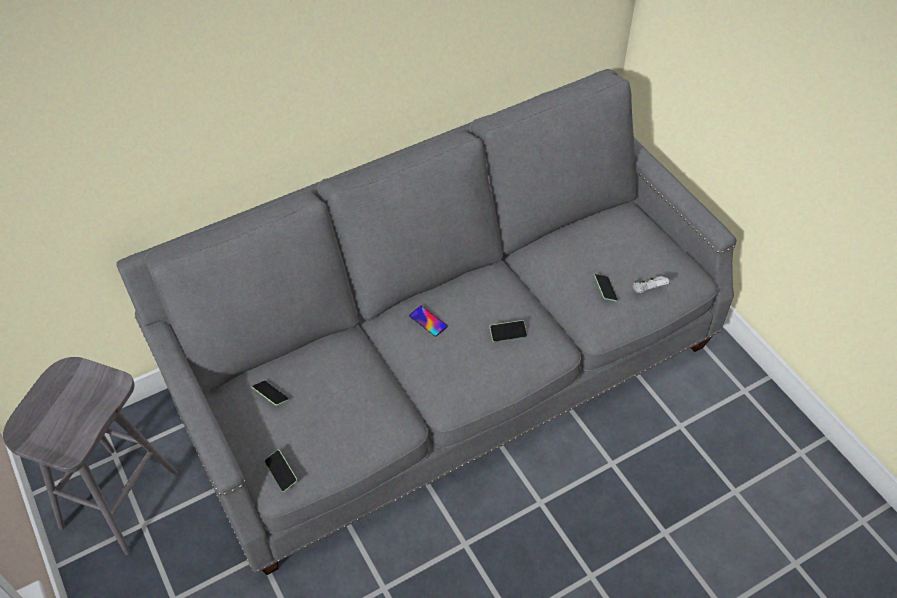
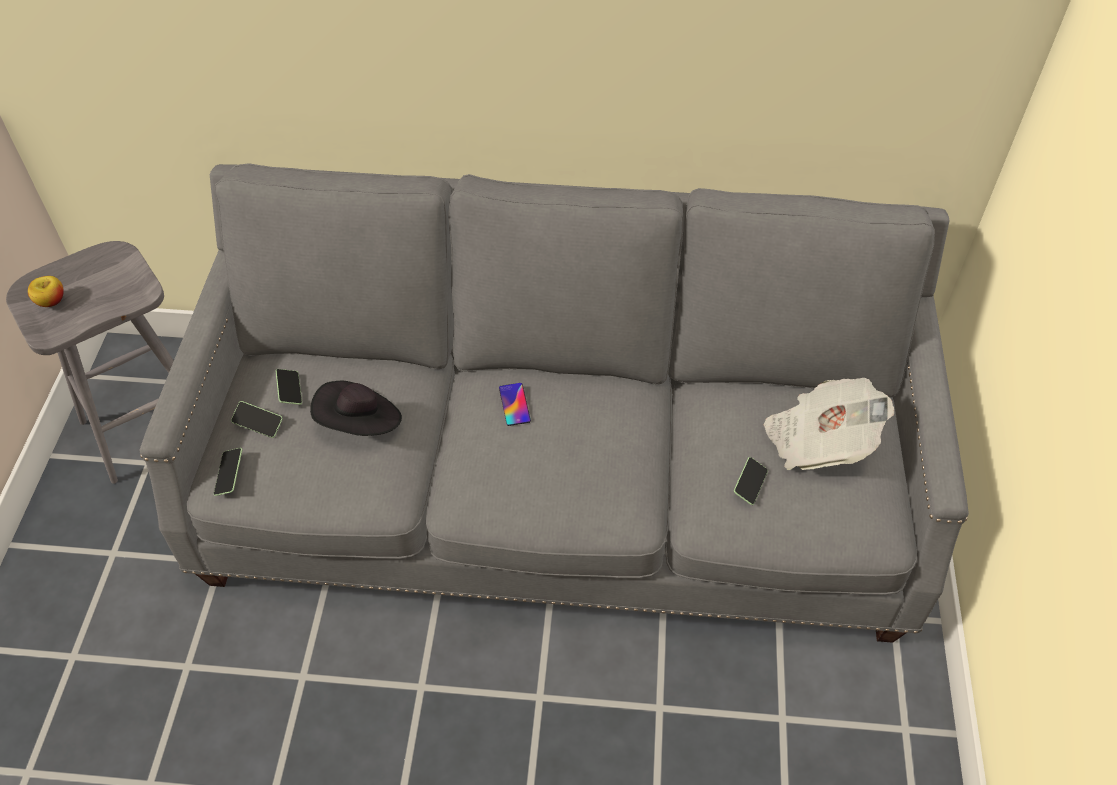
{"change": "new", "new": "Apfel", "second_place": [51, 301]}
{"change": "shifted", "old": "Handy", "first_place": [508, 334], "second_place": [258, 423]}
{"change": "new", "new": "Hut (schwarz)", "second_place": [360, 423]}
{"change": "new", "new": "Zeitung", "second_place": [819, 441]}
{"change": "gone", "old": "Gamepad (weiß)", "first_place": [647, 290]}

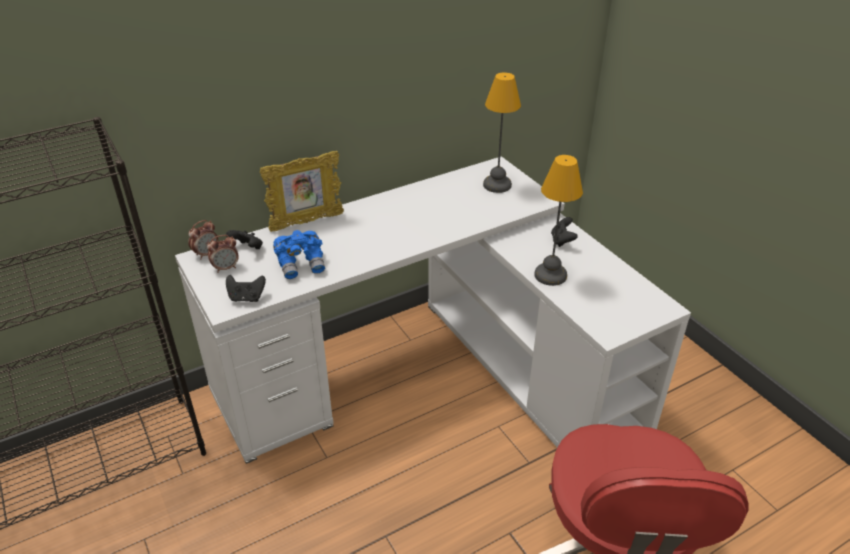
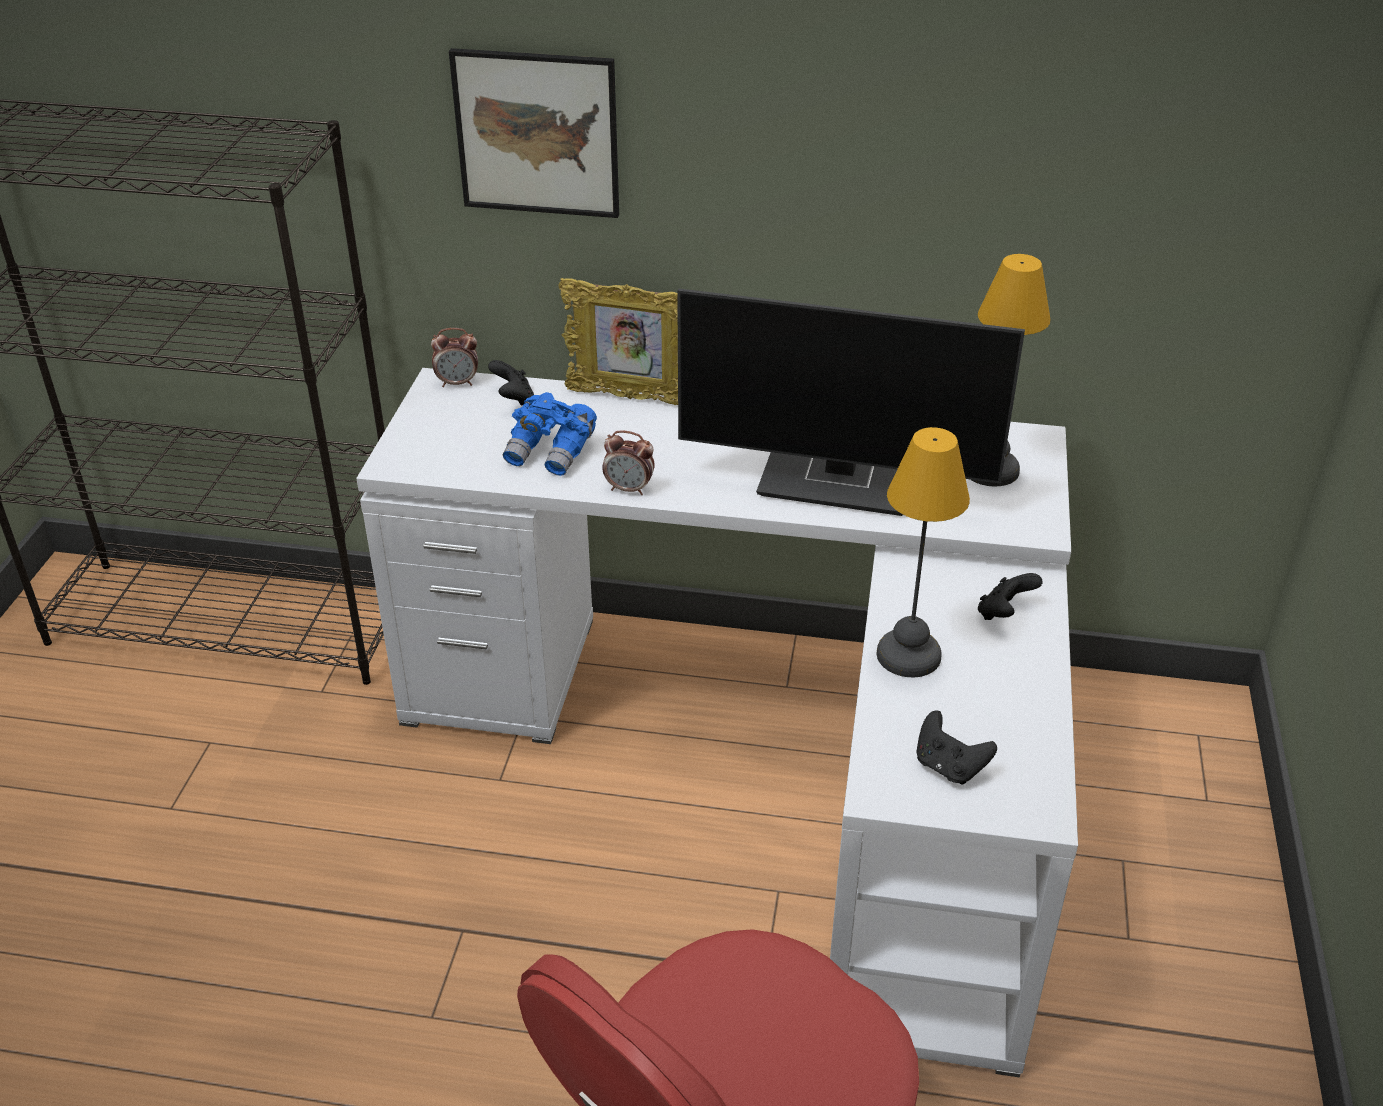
{"change": "new", "new": "Bild", "second_place": [537, 133]}
{"change": "shifted", "old": "Wecker", "first_place": [226, 268], "second_place": [629, 489]}
{"change": "new", "new": "Monitor", "second_place": [842, 481]}
{"change": "shifted", "old": "Gamepad (schwarz)", "first_place": [246, 298], "second_place": [949, 767]}

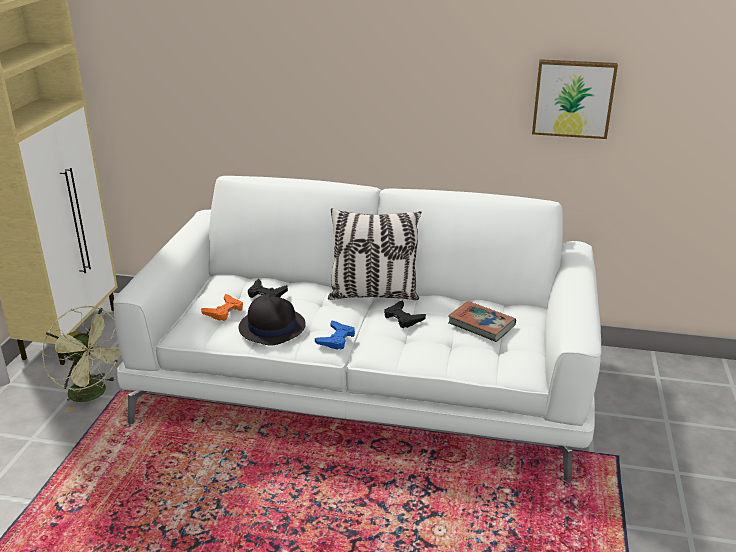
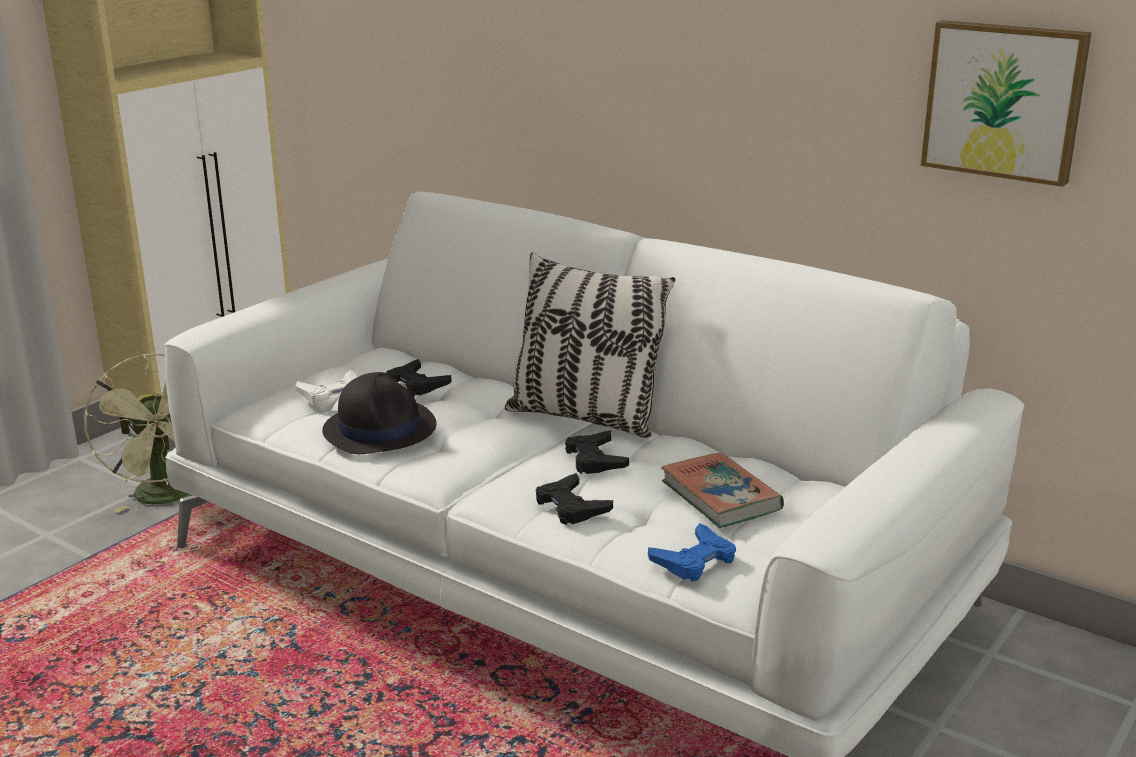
{"change": "repainted", "old": "Gamepad (orange)", "new": "Gamepad (weiß)", "first_place": [224, 311], "second_place": [333, 395]}
{"change": "new", "new": "Gamepad (schwarz)", "second_place": [571, 506]}
{"change": "shifted", "old": "Gamepad (blau)", "first_place": [336, 339], "second_place": [694, 560]}

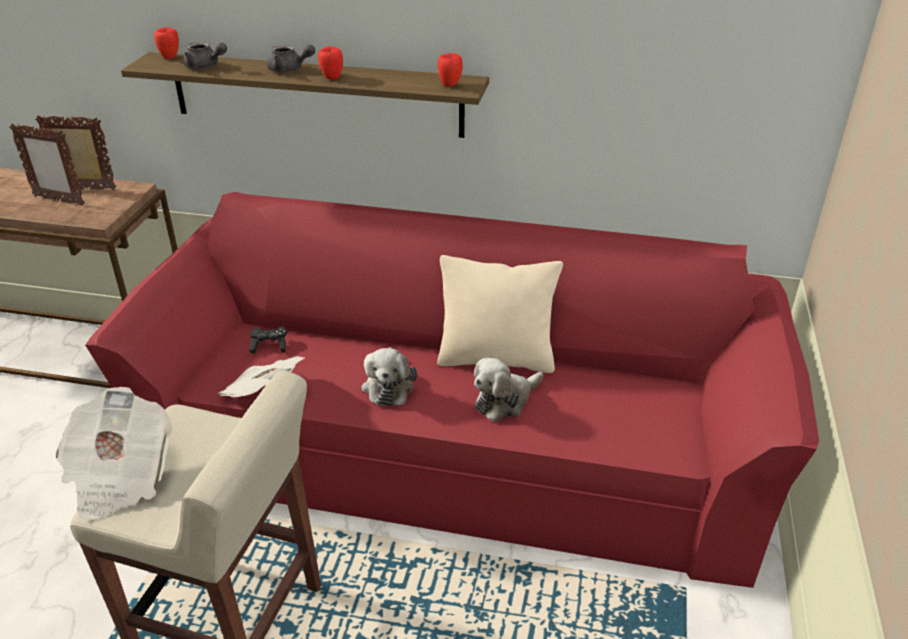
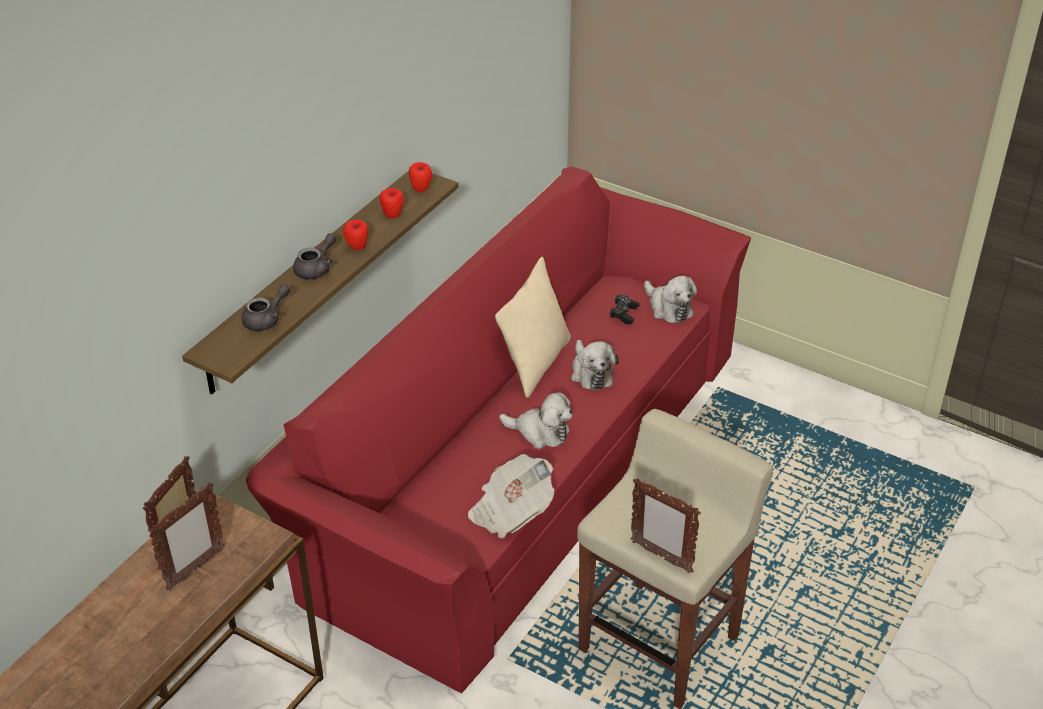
{"change": "shifted", "old": "Apfel", "first_place": [170, 57], "second_place": [392, 215]}
{"change": "shifted", "old": "Gamepad (schwarz)", "first_place": [269, 346], "second_place": [624, 314]}
{"change": "swapped", "old": "Zeitung", "new": "Bilderrahmen", "first_place": [119, 476], "second_place": [661, 556]}
{"change": "new", "new": "Plüschtier", "second_place": [668, 308]}

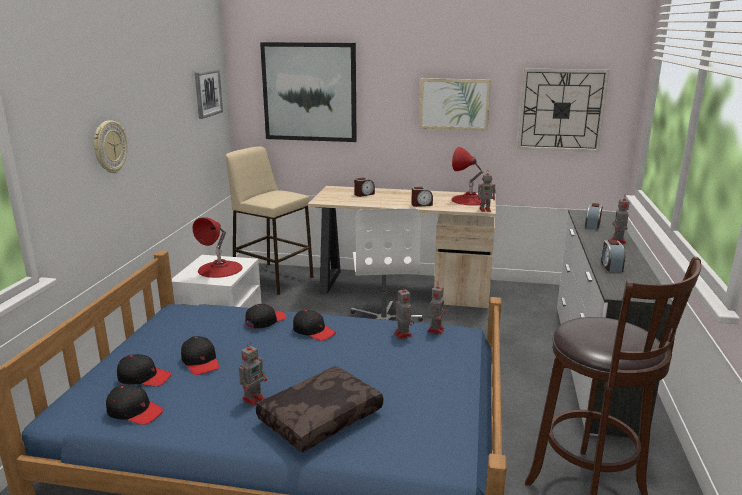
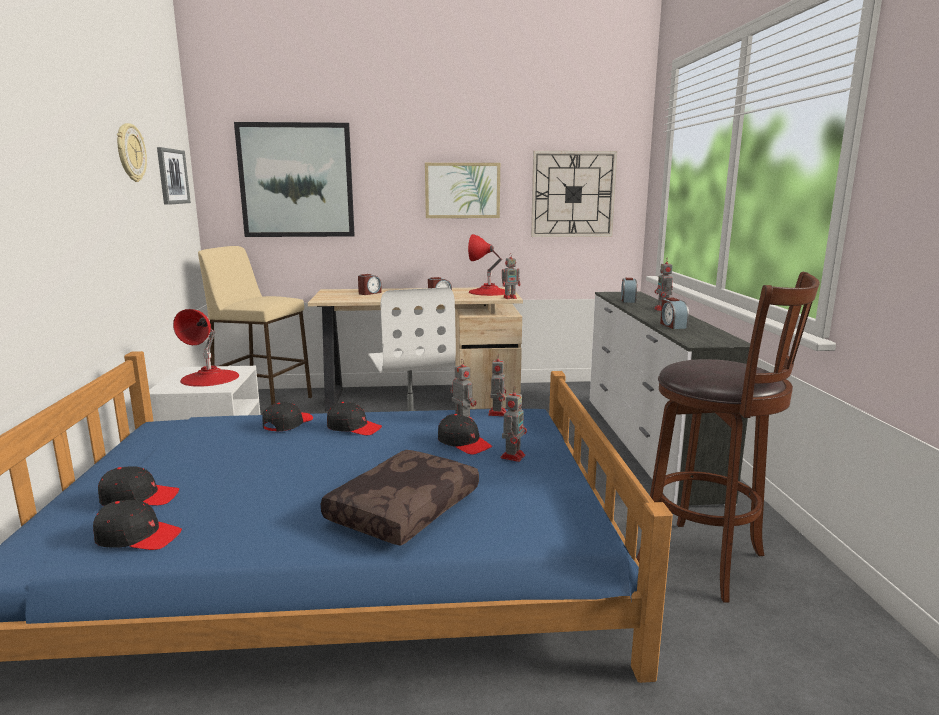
{"change": "shifted", "old": "Wanduhr", "first_place": [109, 147], "second_place": [130, 153]}
{"change": "shifted", "old": "Kappe (schwarz)", "first_place": [201, 362], "second_place": [464, 443]}
{"change": "shifted", "old": "Spielzeugroboter", "first_place": [254, 399], "second_place": [513, 456]}

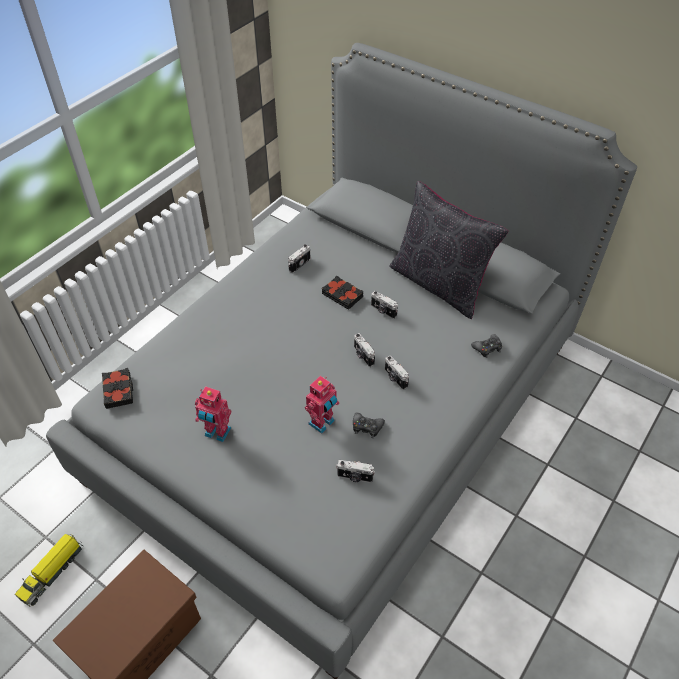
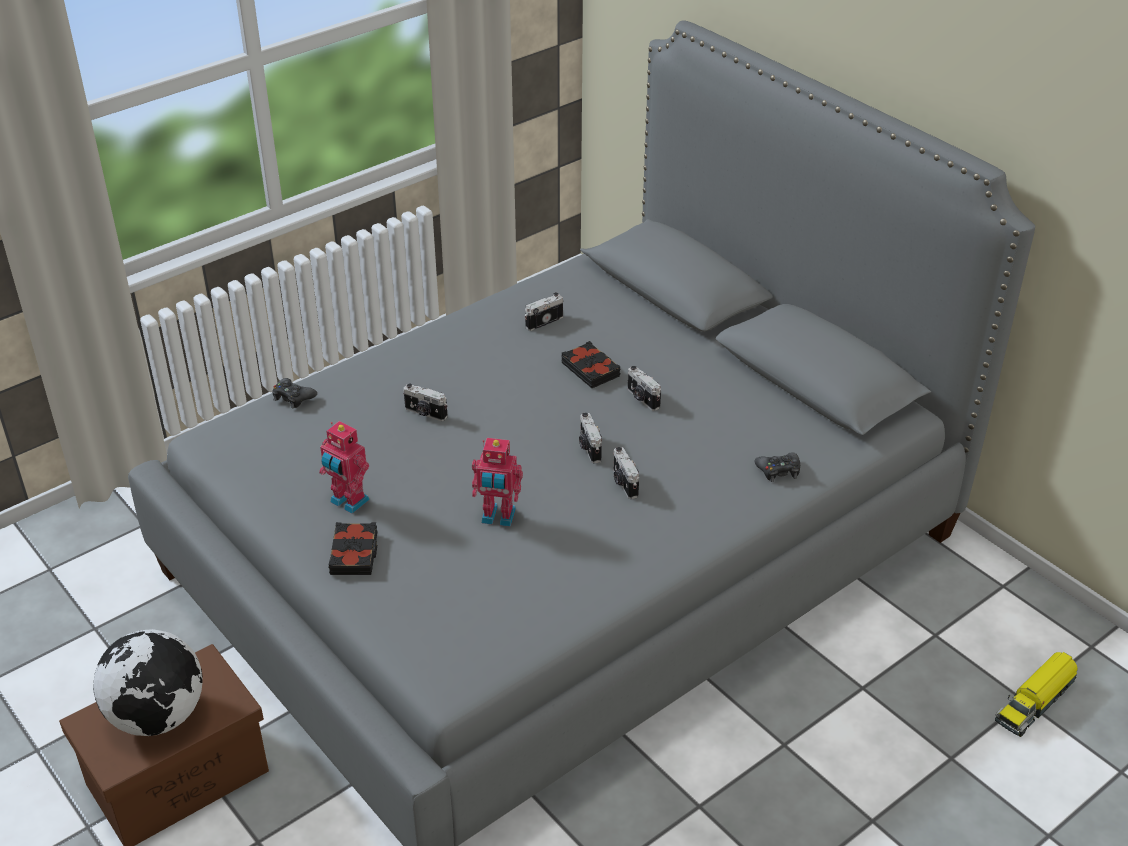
{"change": "new", "new": "Globus", "second_place": [158, 717]}
{"change": "shifted", "old": "Gamepad (schwarz)", "first_place": [367, 427], "second_place": [293, 397]}
{"change": "shifted", "old": "Buch (schwarz)", "first_place": [119, 390], "second_place": [355, 553]}
{"change": "shifted", "old": "Kamera", "first_place": [355, 477], "second_place": [425, 413]}
{"change": "rotated", "old": "Spielzeugroboter", "first_place": [322, 423], "second_place": [498, 517], "degrees": 45}
{"change": "shifted", "old": "Spielzeuglaster", "first_place": [52, 571], "second_place": [1035, 701]}
{"change": "gone", "old": "Kissen (schwarz)", "first_place": [439, 284]}

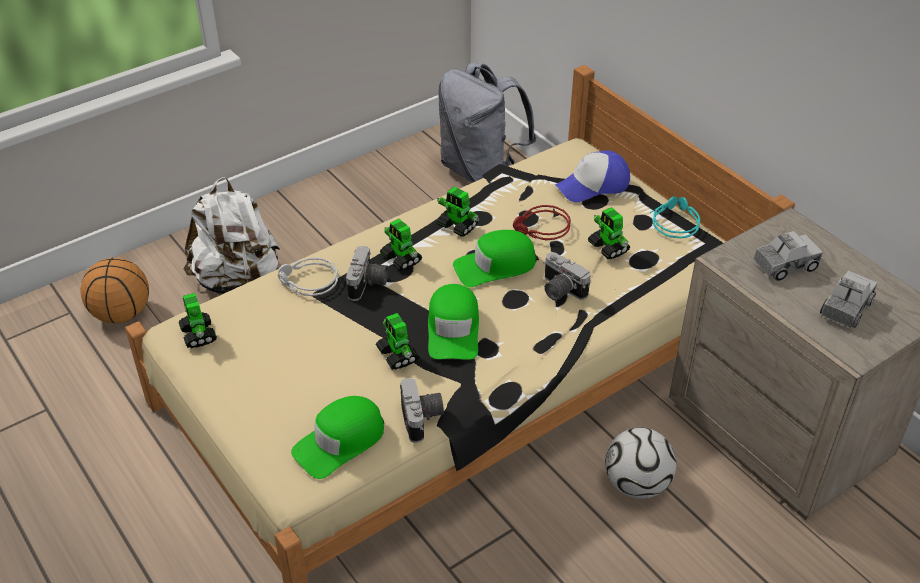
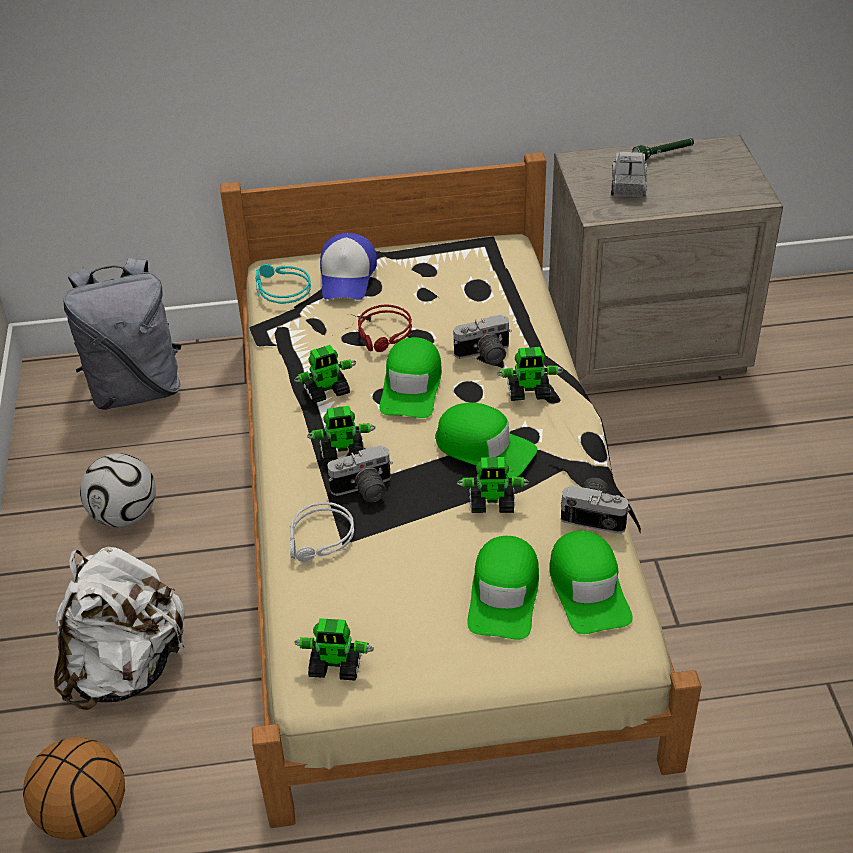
{"change": "shifted", "old": "Fußball", "first_place": [636, 484], "second_place": [124, 515]}
{"change": "shifted", "old": "Kopfhörer (türkis)", "first_place": [673, 222], "second_place": [280, 289]}
{"change": "rotated", "old": "Kamera", "first_place": [368, 284], "second_place": [364, 491], "degrees": 120}
{"change": "new", "new": "Kappe (grün)", "second_place": [504, 595]}
{"change": "shifted", "old": "Spielzeugroboter", "first_place": [608, 248], "second_place": [529, 392]}
{"change": "new", "new": "Taschenlampe (grün)", "second_place": [663, 155]}
{"change": "gone", "old": "Spielzeuglaster", "first_place": [845, 309]}

